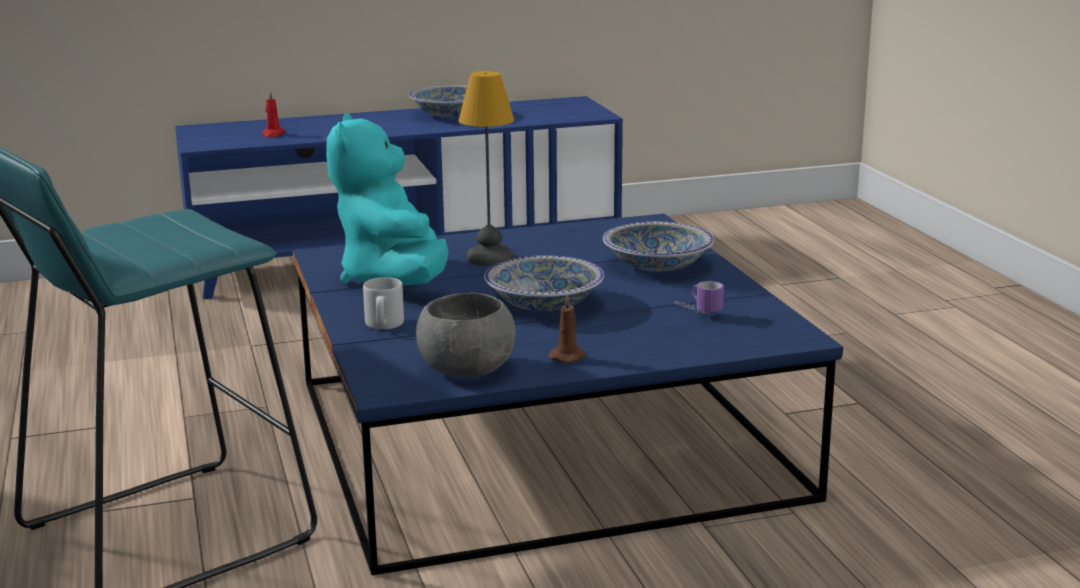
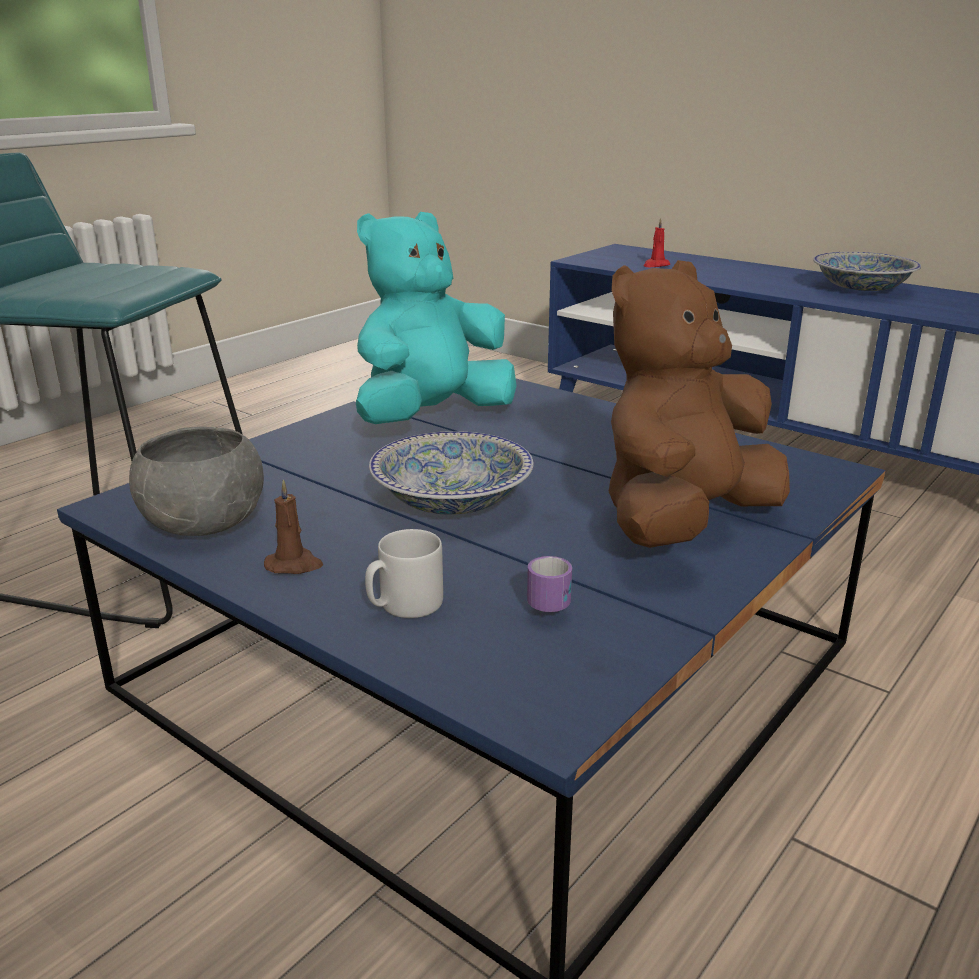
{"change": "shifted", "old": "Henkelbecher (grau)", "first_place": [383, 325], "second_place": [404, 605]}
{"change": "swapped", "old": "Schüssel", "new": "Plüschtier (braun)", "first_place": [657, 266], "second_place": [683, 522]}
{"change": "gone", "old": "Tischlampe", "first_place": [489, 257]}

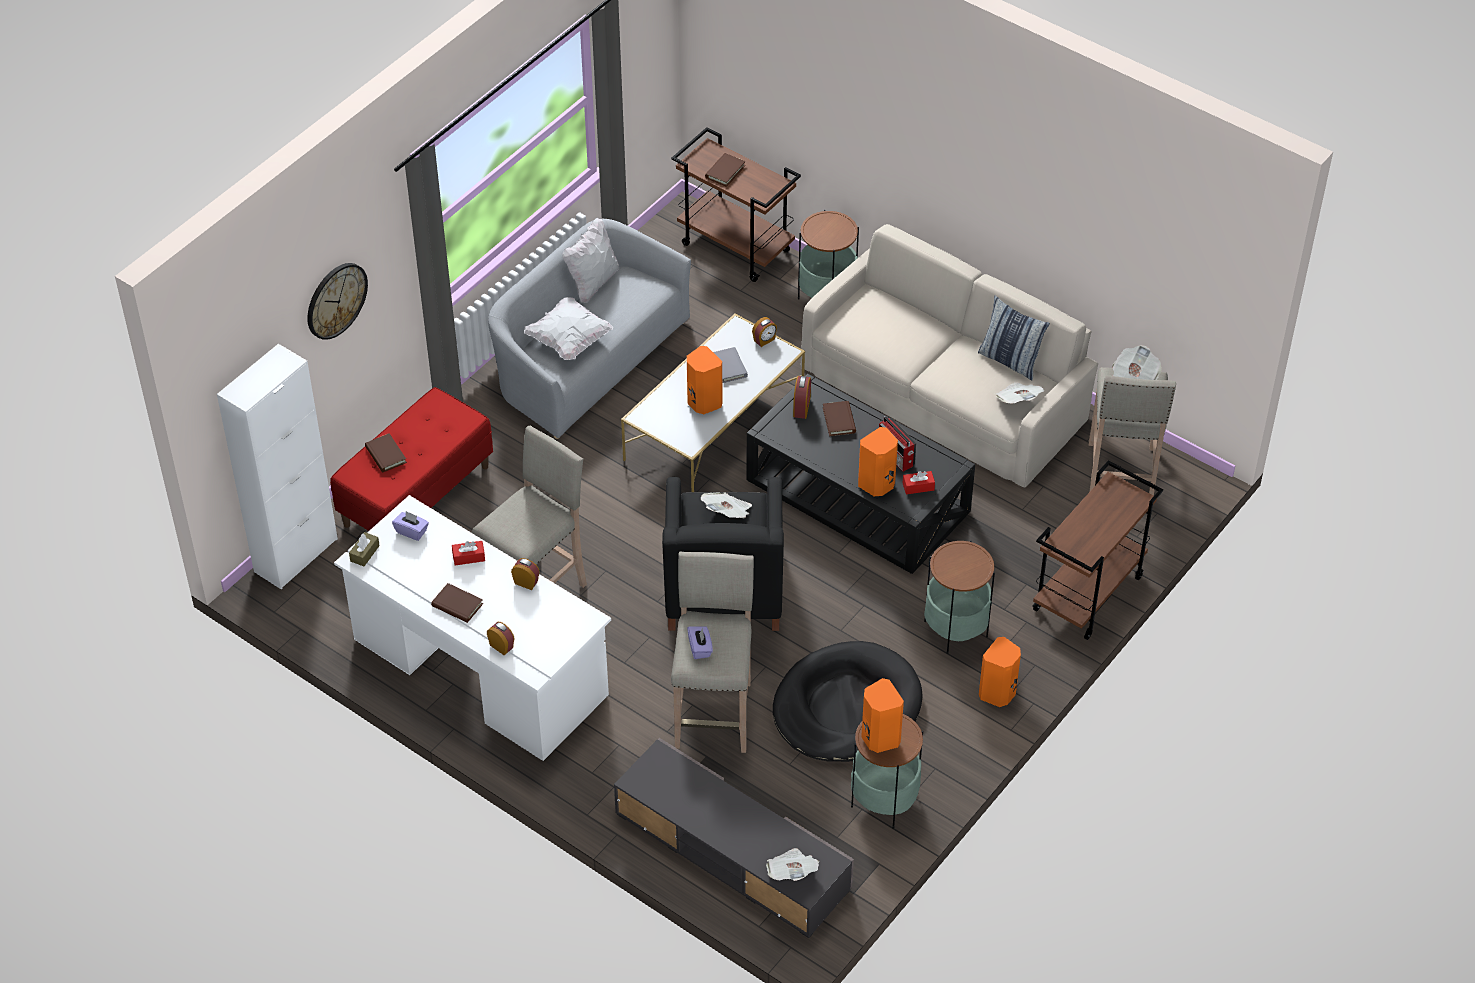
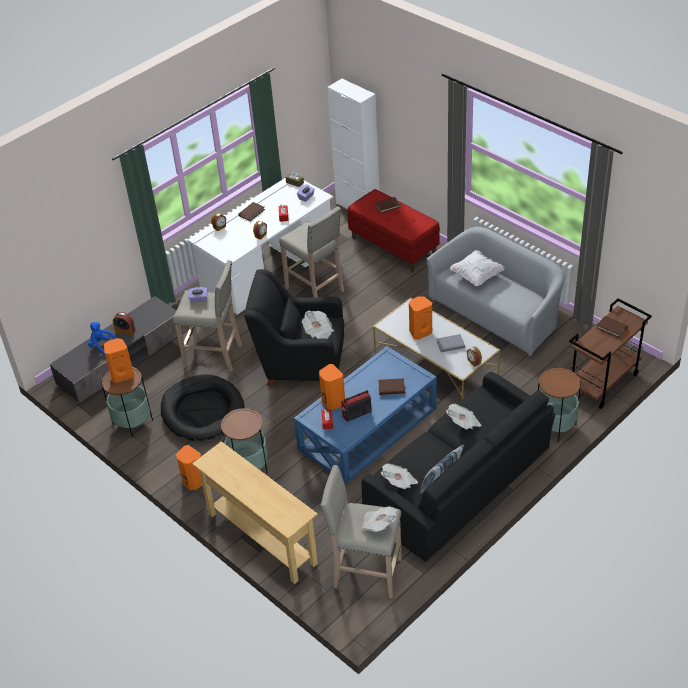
{"change": "new", "new": "Plüschtier (blau)", "second_place": [102, 345]}
{"change": "shifted", "old": "Wecker", "first_place": [801, 406], "second_place": [125, 331]}
{"change": "swapped", "old": "Rollwagen (braun)", "new": "Konsolentisch (beige)", "first_place": [1088, 595], "second_place": [261, 539]}
{"change": "repainted", "old": "Couchtisch (schwarz)", "new": "Couchtisch (blau)", "first_place": [858, 495], "second_place": [368, 429]}
{"change": "repainted", "old": "Sofa (beige)", "new": "Sofa (schwarz)", "first_place": [945, 390], "second_place": [459, 482]}
{"change": "shifted", "old": "Zeitung", "first_place": [792, 873], "second_place": [463, 423]}
{"change": "gone", "old": "Wanduhr", "first_place": [336, 300]}
{"change": "gone", "old": "Kissen (weiß)", "first_place": [592, 283]}

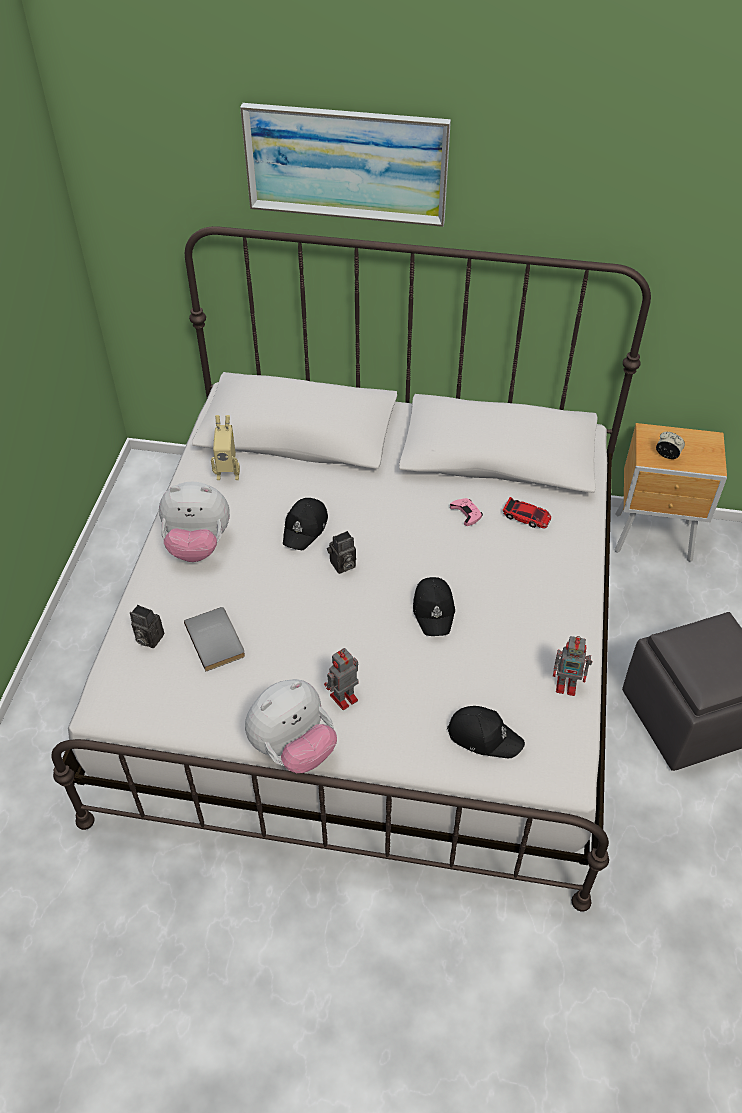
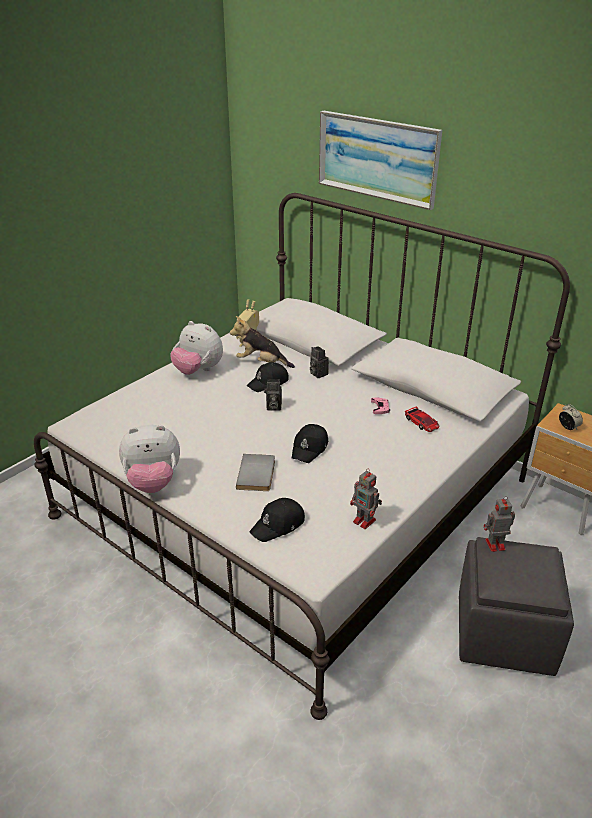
{"change": "new", "new": "Plüschtier", "second_place": [261, 363]}
{"change": "shifted", "old": "Buch (grau)", "first_place": [217, 639], "second_place": [258, 474]}
{"change": "rotated", "old": "Kappe (schwarz)", "first_place": [484, 736], "second_place": [278, 525], "degrees": 90}
{"change": "shifted", "old": "Kamera", "first_place": [148, 638], "second_place": [317, 373]}
{"change": "shifted", "old": "Spielzeugroboter", "first_place": [342, 698], "second_place": [494, 544]}

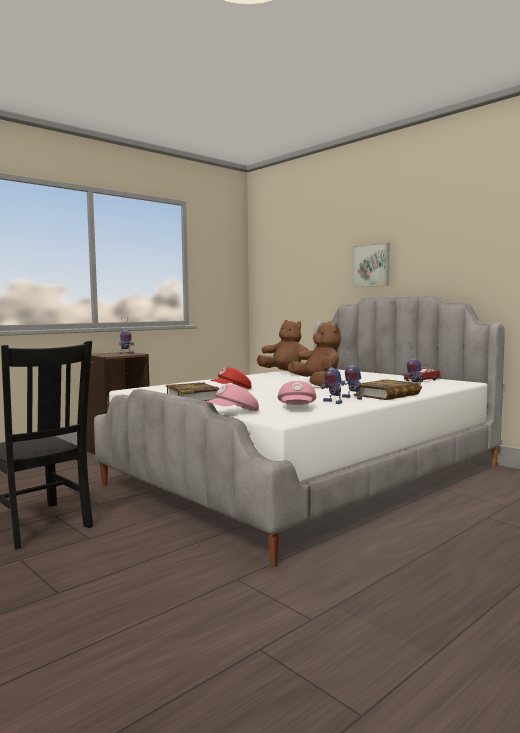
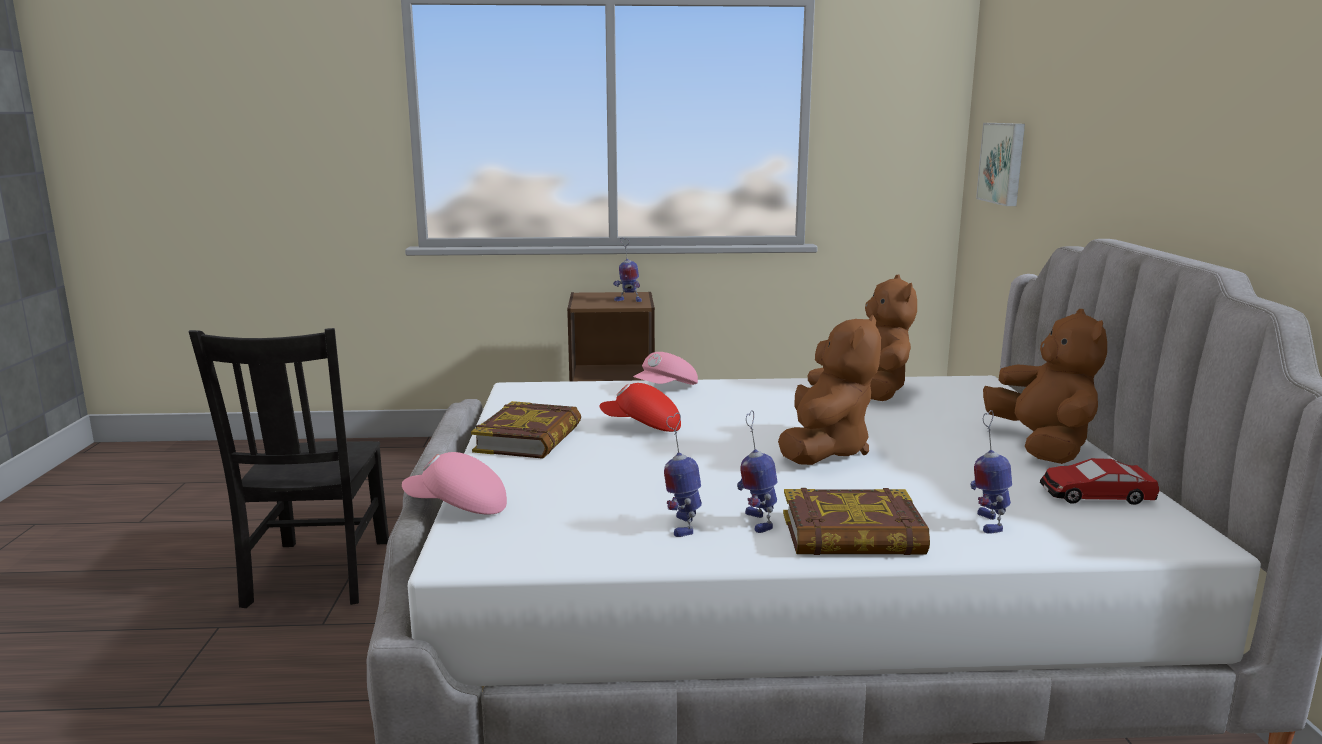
{"change": "shifted", "old": "Kappe (rosa)", "first_place": [297, 408], "second_place": [666, 389]}
{"change": "shifted", "old": "Bild", "first_place": [371, 265], "second_place": [1004, 163]}
{"change": "new", "new": "Plüschtier (braun)", "second_place": [1042, 446]}

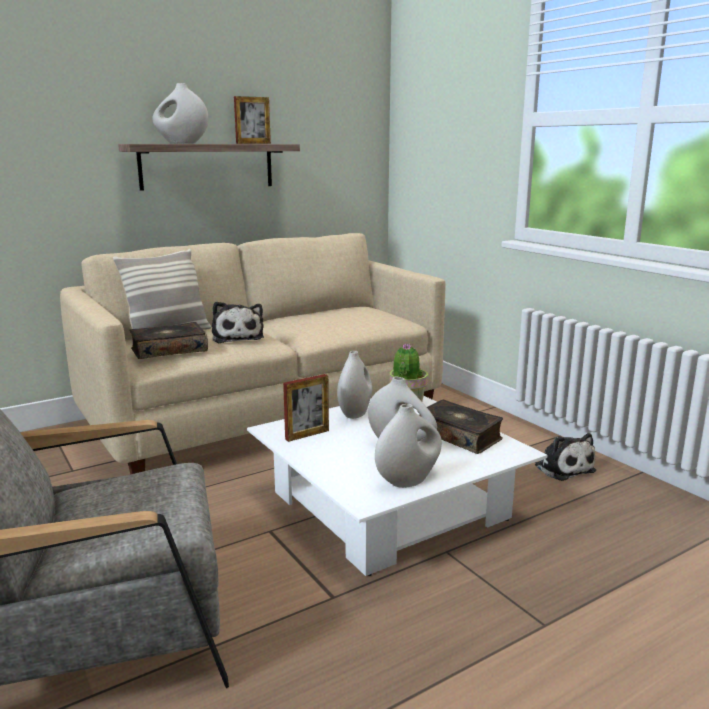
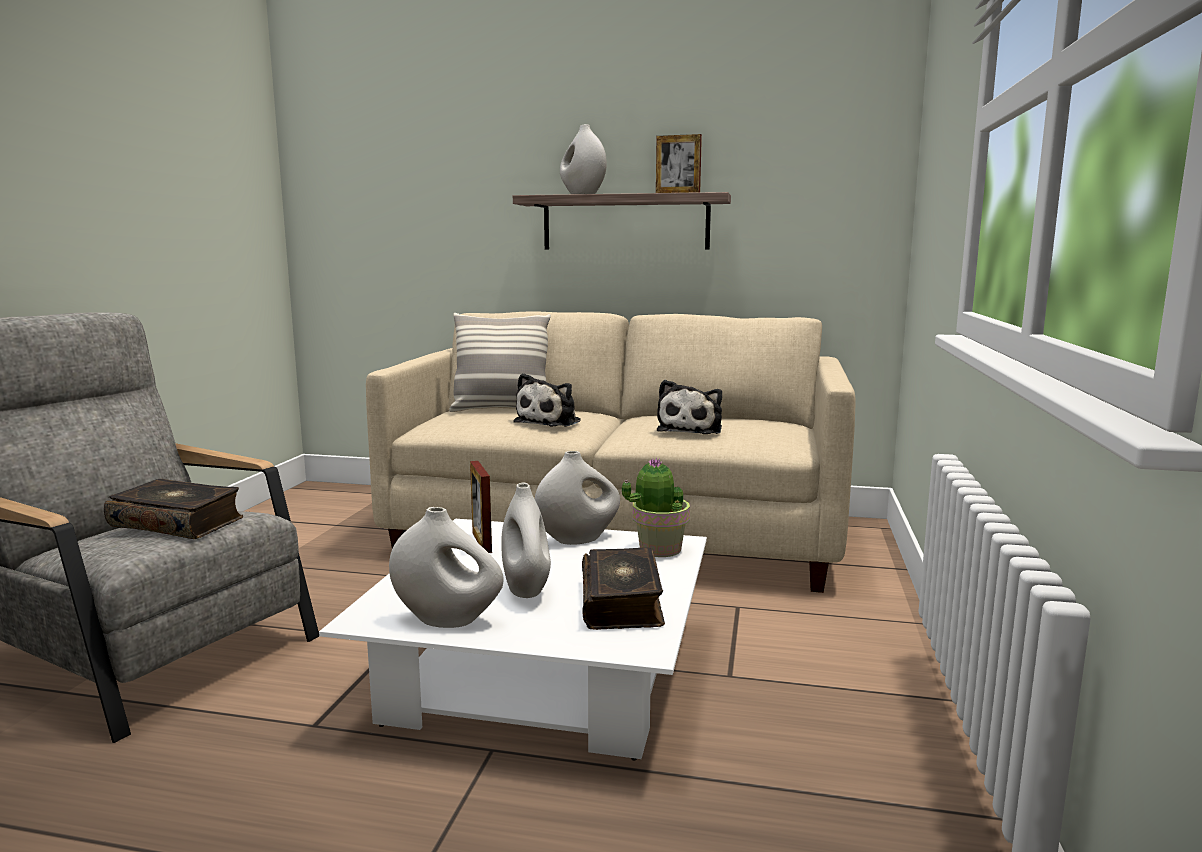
{"change": "shifted", "old": "Buch", "first_place": [169, 350], "second_place": [178, 523]}
{"change": "rotated", "old": "Bilderrahmen", "first_place": [307, 435], "second_place": [482, 542], "degrees": 60}
{"change": "shifted", "old": "Plüschtier", "first_place": [562, 467], "second_place": [691, 429]}

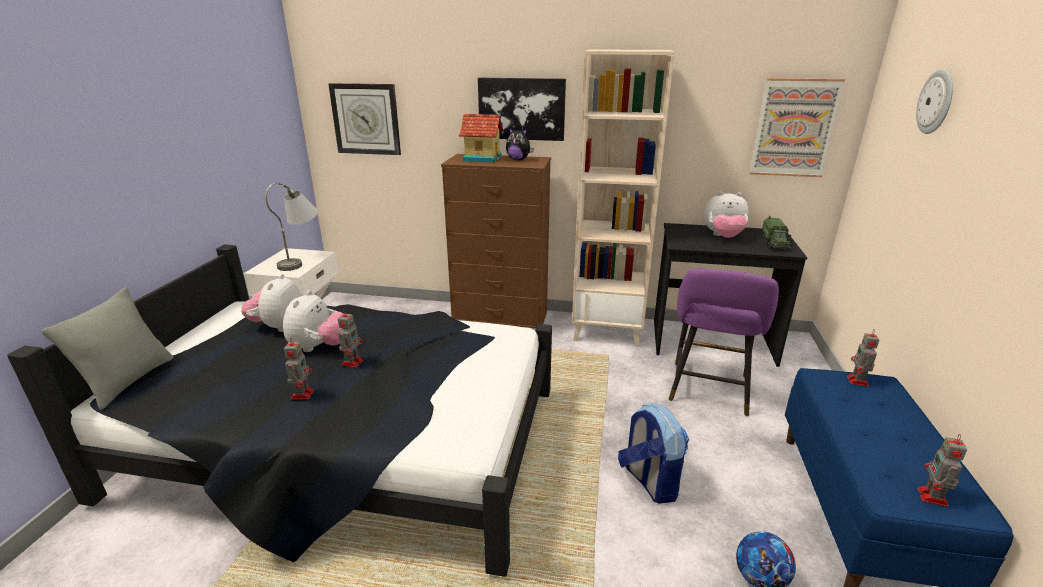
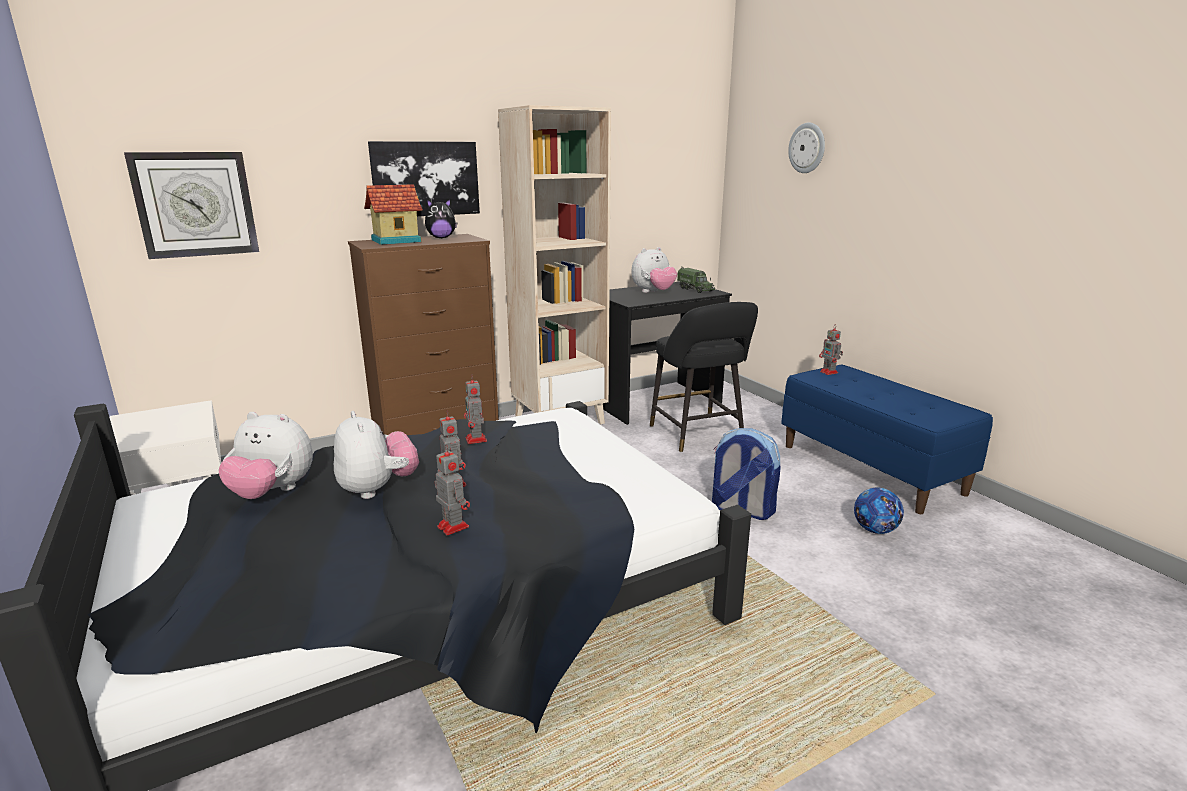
{"change": "rotated", "old": "Plüschtier", "first_place": [278, 326], "second_place": [273, 492], "degrees": -45}
{"change": "shifted", "old": "Spielzeugroboter", "first_place": [932, 498], "second_place": [476, 440]}
{"change": "repainted", "old": "Hocker (lila)", "new": "Hocker (schwarz)", "first_place": [708, 391], "second_place": [698, 435]}
{"change": "gone", "old": "Kissen (grau)", "first_place": [129, 381]}
{"change": "gone", "old": "Tischlampe (grau)", "first_place": [302, 260]}
{"change": "gone", "old": "Bild", "first_place": [794, 128]}

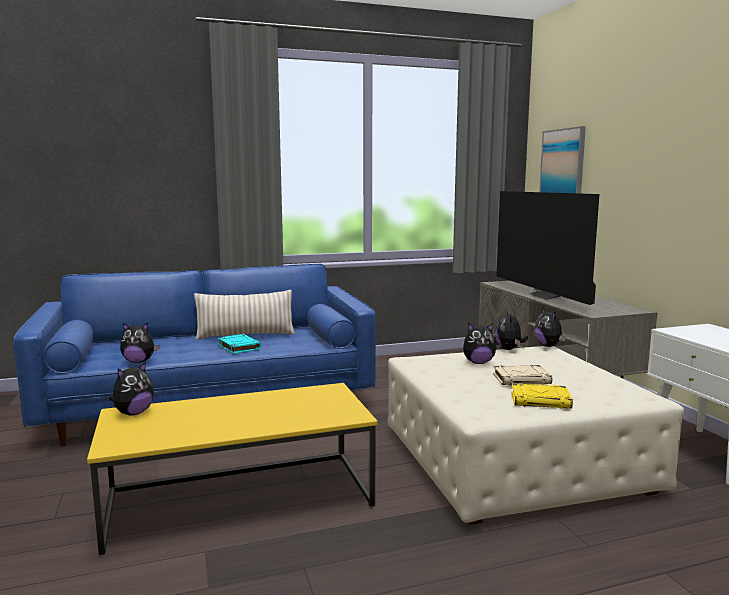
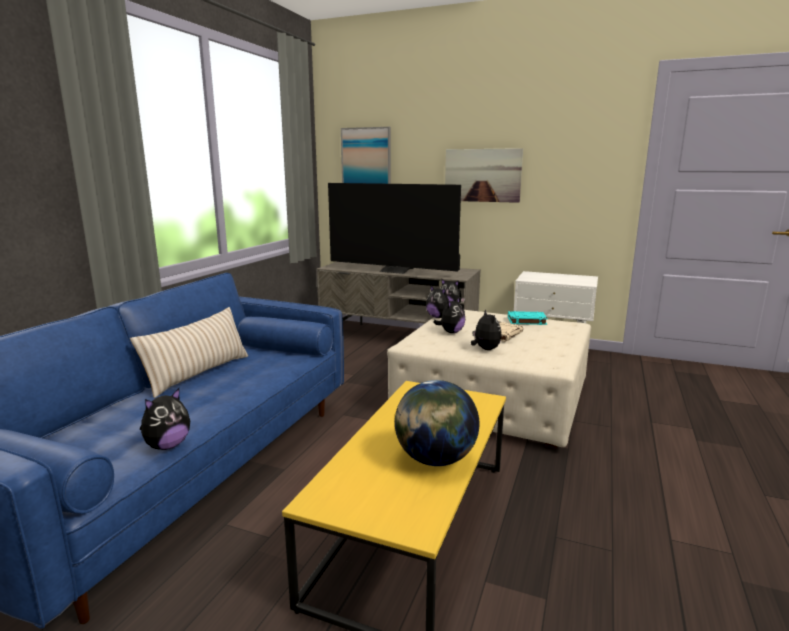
{"change": "new", "new": "Globus", "second_place": [435, 459]}
{"change": "new", "new": "Bild", "second_place": [482, 175]}
{"change": "shifted", "old": "Plüschtier", "first_place": [133, 413], "second_place": [485, 349]}
{"change": "shifted", "old": "Buch (türkis)", "first_place": [238, 347], "second_place": [526, 321]}
{"change": "gone", "old": "Buch (gelb)", "first_place": [541, 400]}

